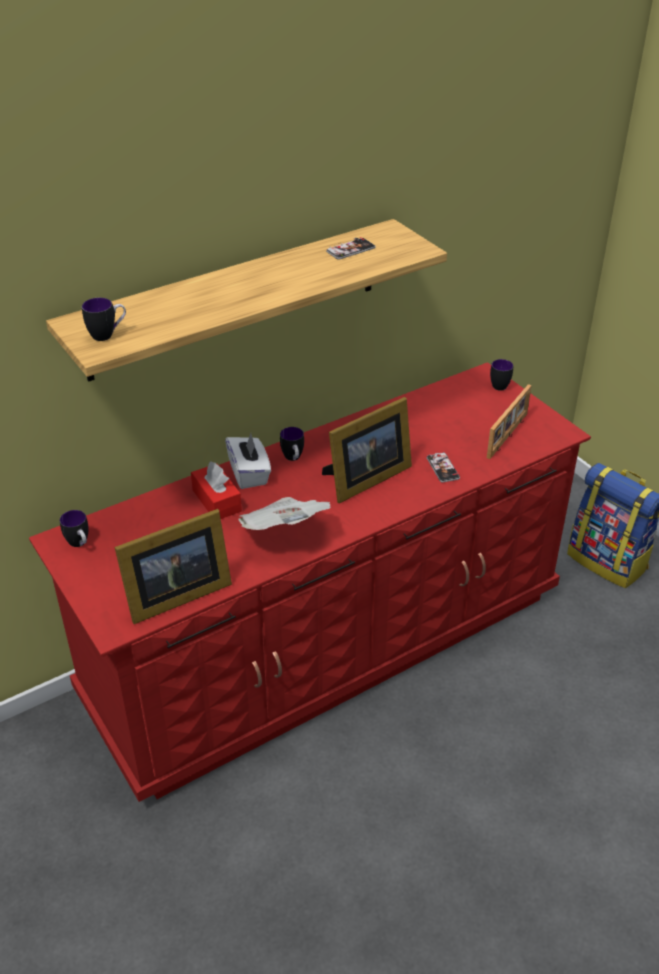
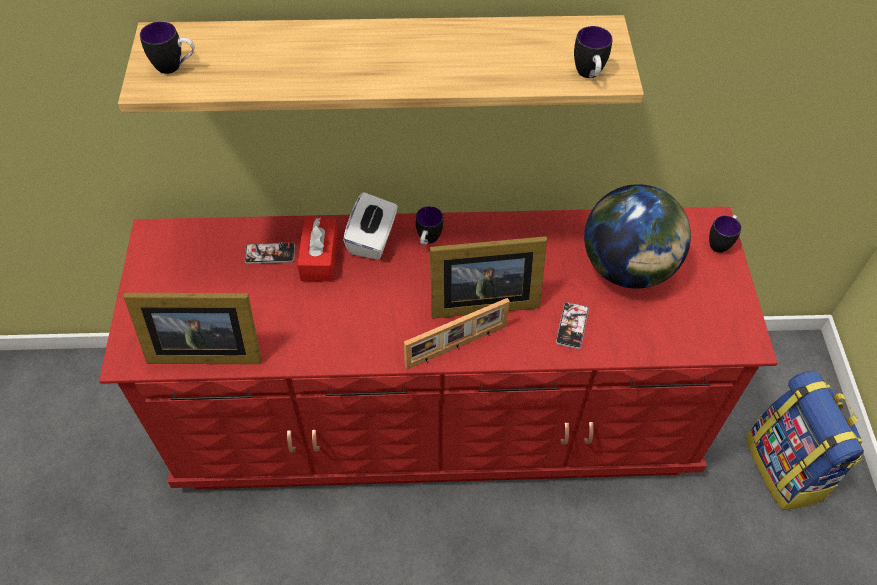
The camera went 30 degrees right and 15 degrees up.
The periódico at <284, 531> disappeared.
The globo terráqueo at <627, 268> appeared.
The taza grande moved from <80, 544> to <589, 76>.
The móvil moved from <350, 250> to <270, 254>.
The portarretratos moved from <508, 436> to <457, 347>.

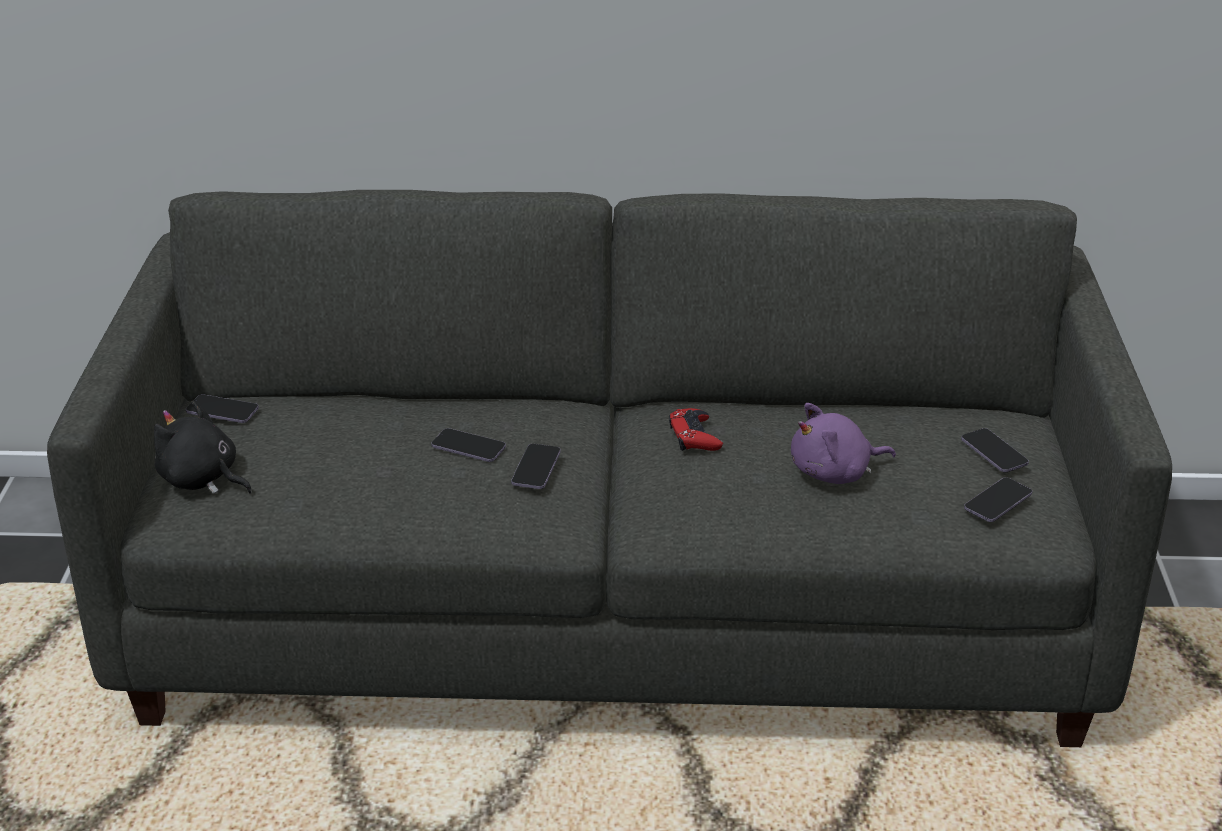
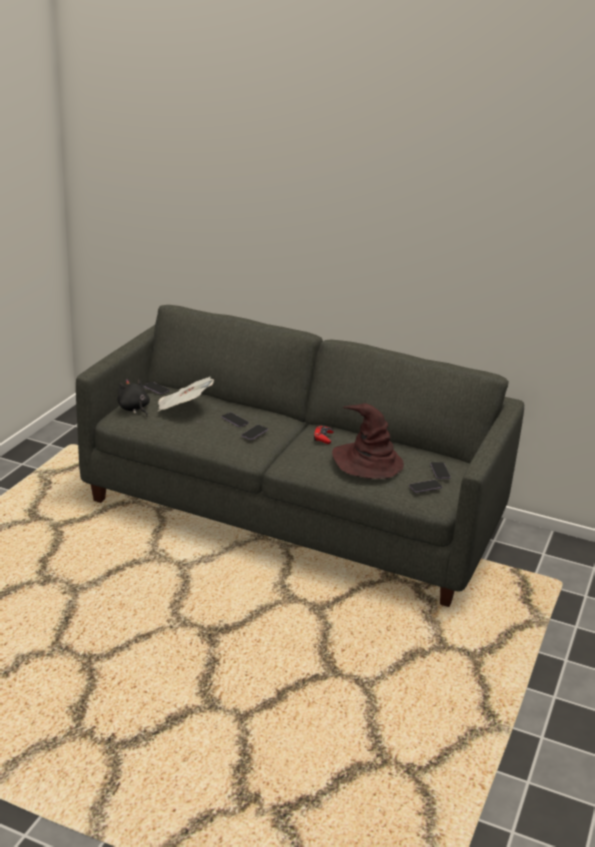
The camera went 20 degrees right and 5 degrees down.
The periódico at <183, 408> appeared.
The peluche [morado] at <835, 473> was replaced by the sombrero [marrón] at <367, 462>.

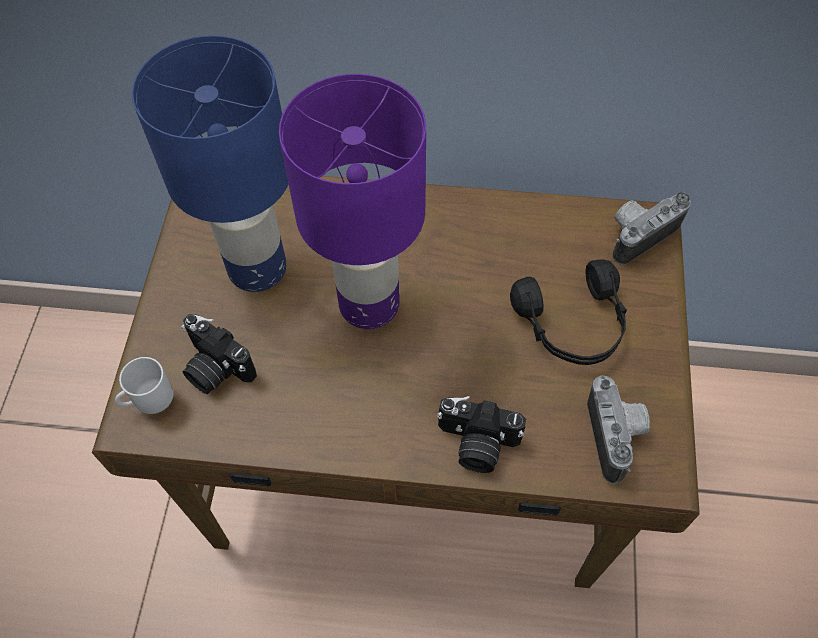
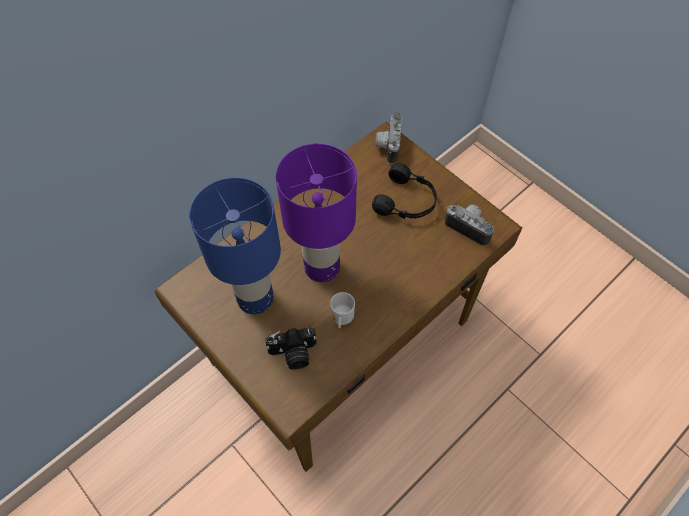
The camera went 50 degrees left and 0 degrees up.
The cámara at <476, 444> disappeared.
The taza grande moved from <152, 400> to <341, 318>.

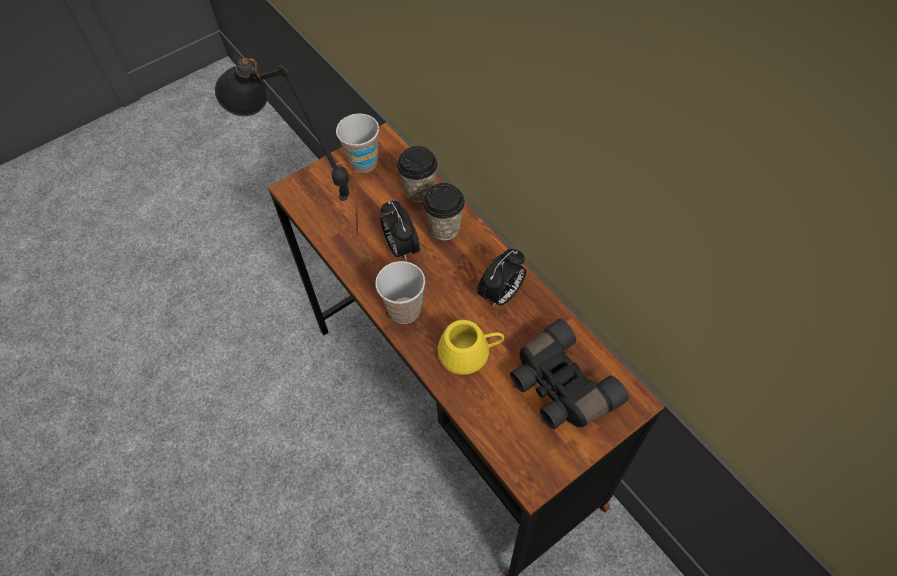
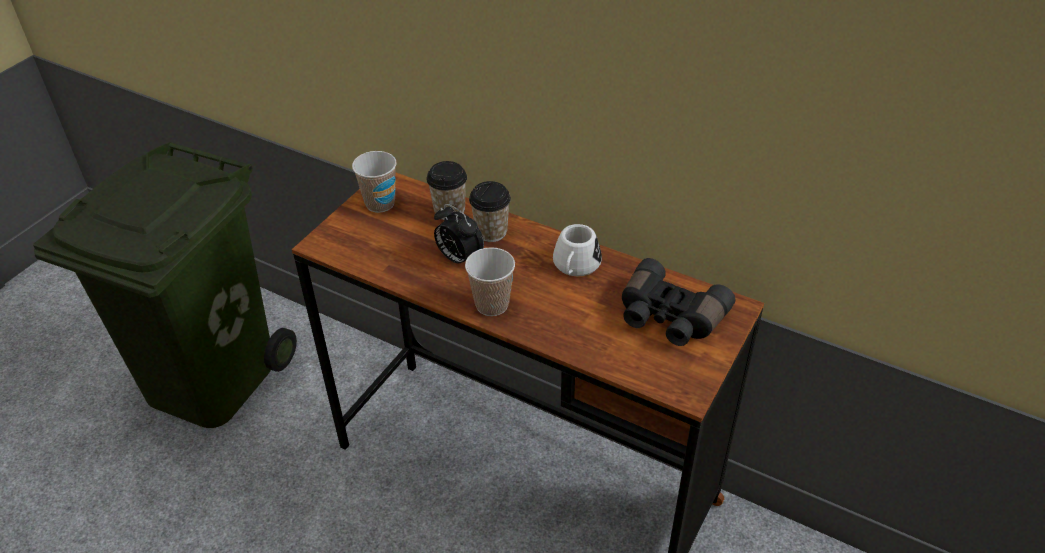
The camera went 25 degrees left and 15 degrees down.
The lámpara de mesa [negro] at <312, 223> disappeared.
The taza grande [amarillo] at <470, 352> disappeared.
The papelera [verde] at <209, 378> appeared.
The despertador at <501, 295> was replaced by the taza grande [blanco] at <575, 266>.

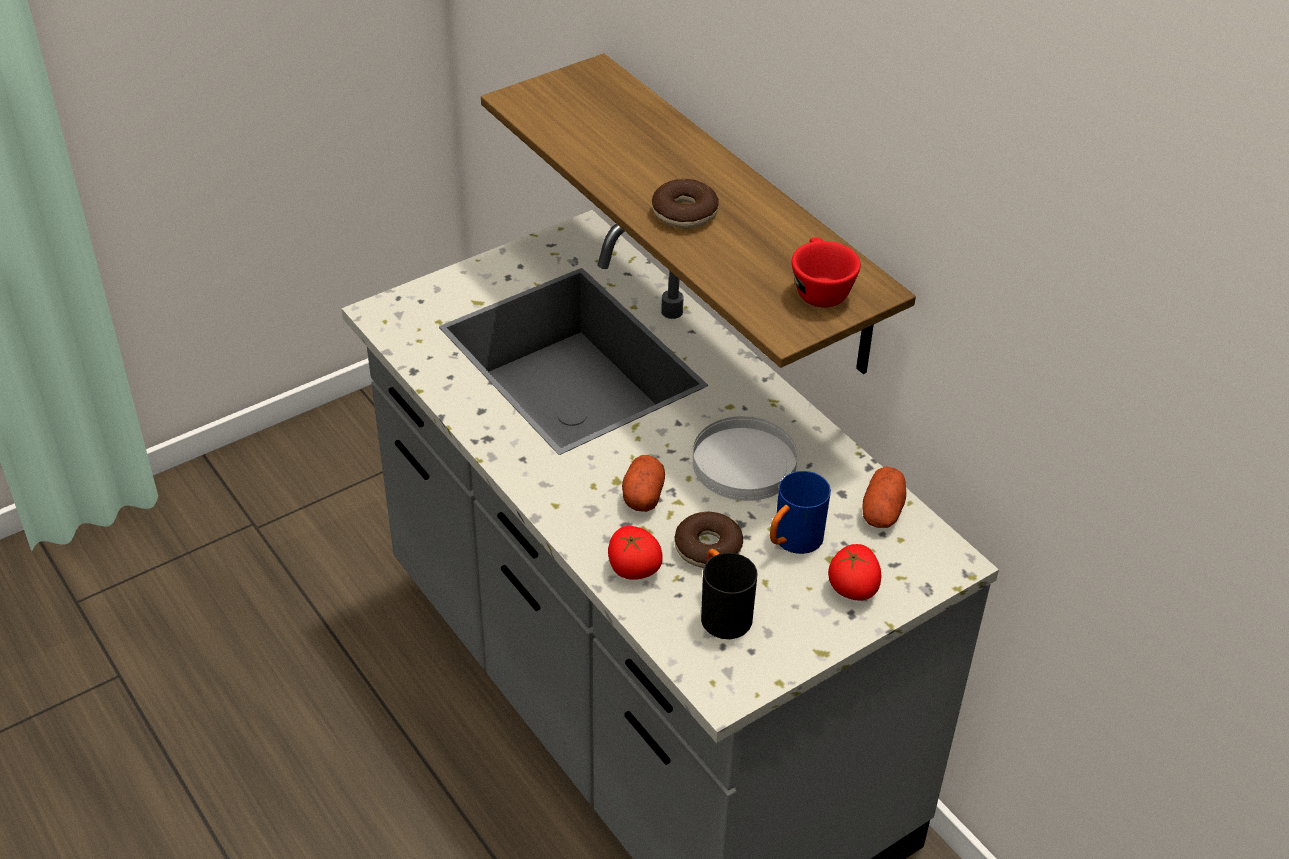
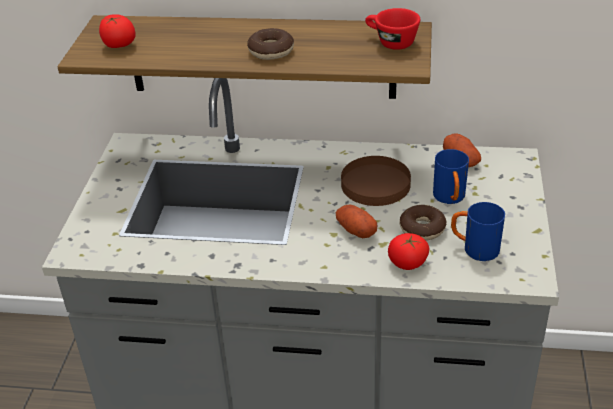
The camera went 45 degrees left and 5 degrees down.
The tomate moved from <852, 588> to <119, 45>.
The plato [blanco] at <744, 464> became the plato [marrón] at <376, 184>.
The taza grande [negro] at <721, 612> became the taza grande [azul] at <474, 249>.

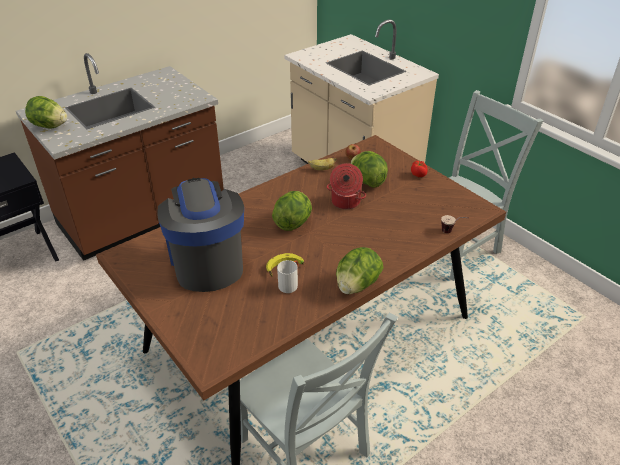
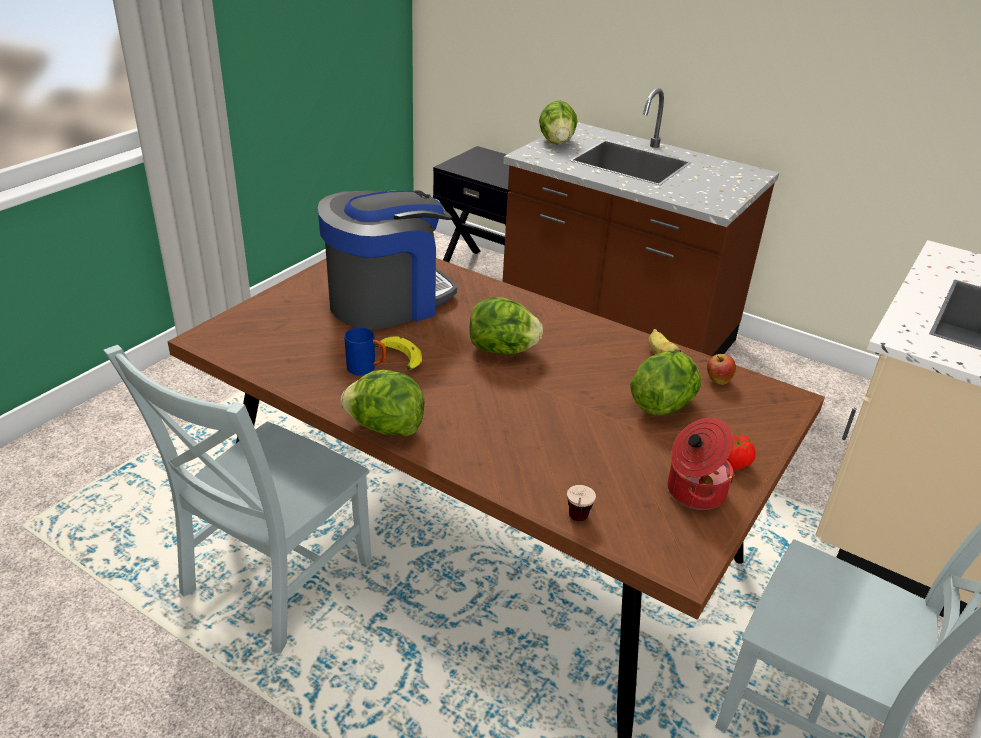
The camera went 70 degrees right and 5 degrees down.
The olla moved from <345, 202> to <694, 491>.
The taza grande [blanco] at <290, 284> became the taza grande [azul] at <366, 369>.

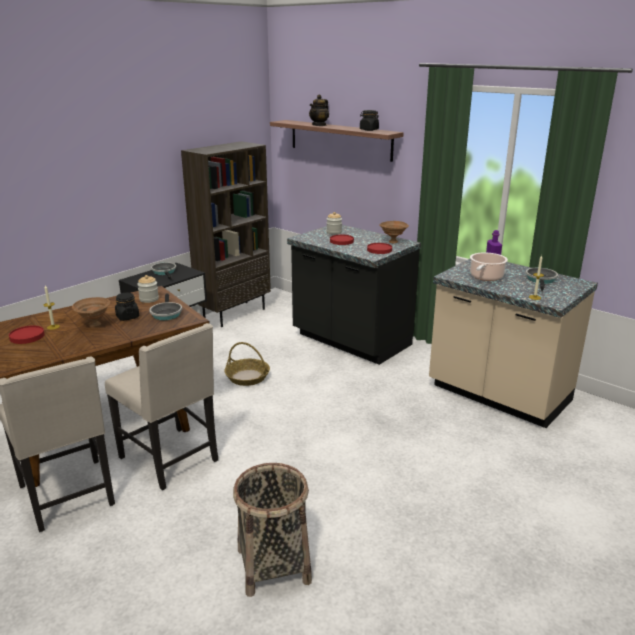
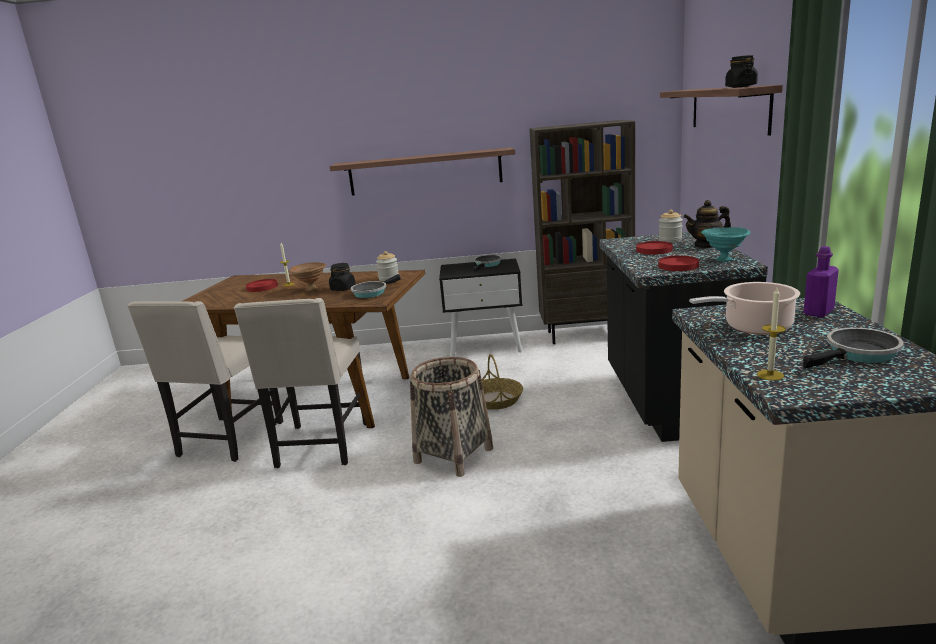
The camera went 50 degrees right and 5 degrees down.
The estante at <425, 172> appeared.
The cesta moved from <273, 565> to <453, 455>.
The tetera moved from <319, 125> to <706, 245>.
The cuenco [marrón] at <392, 242> became the cuenco [turquesa] at <723, 259>.

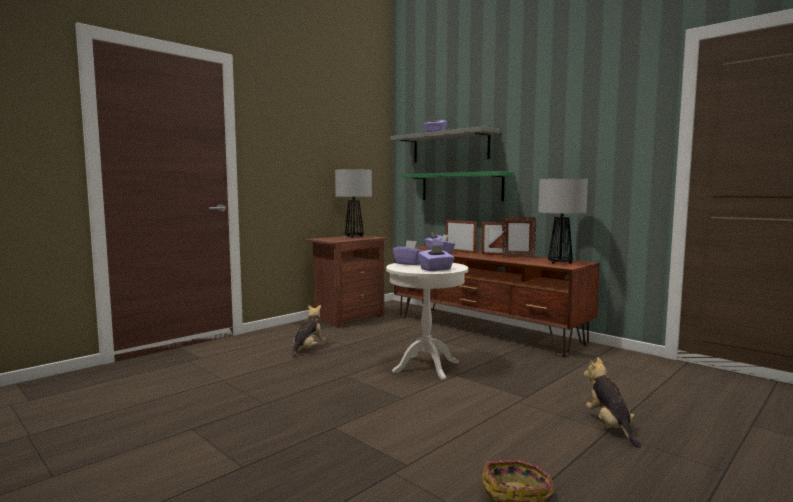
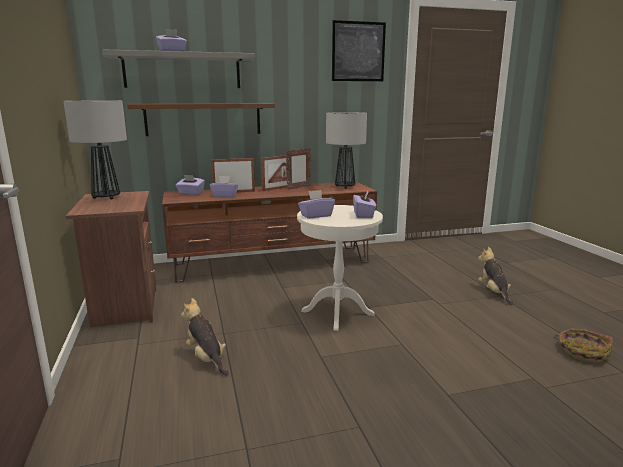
The camera went 60 degrees left and 10 degrees up.
The cuadro at <358, 51> appeared.
The estante [verde] at <461, 186> became the estante [marrón] at <203, 119>.
The peluche at <610, 426> turned 60 degrees clockwise.

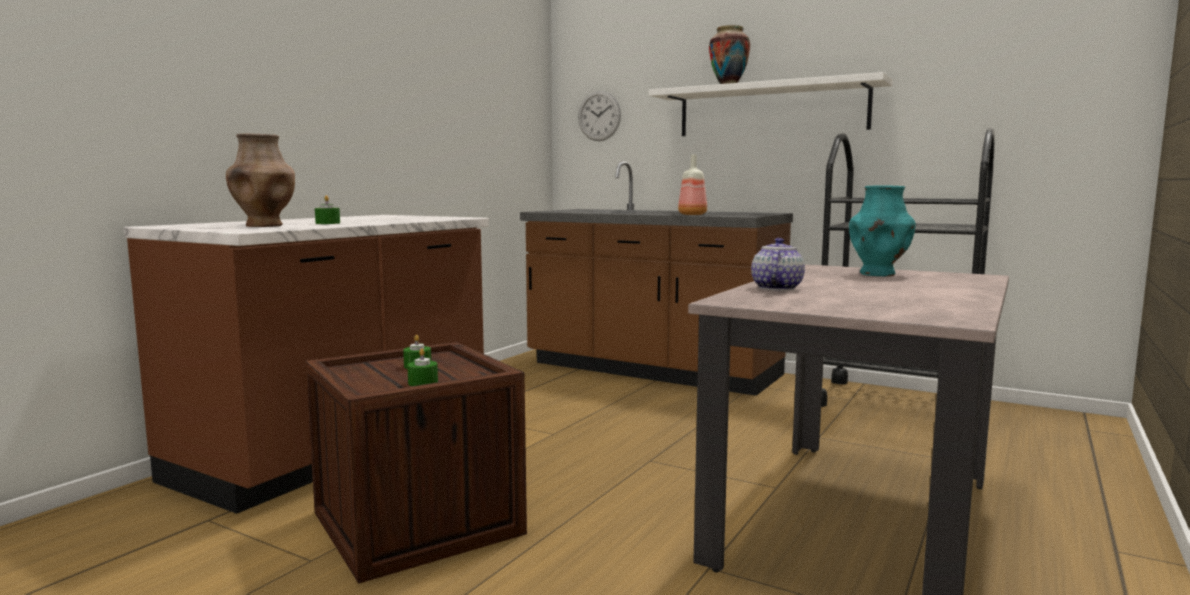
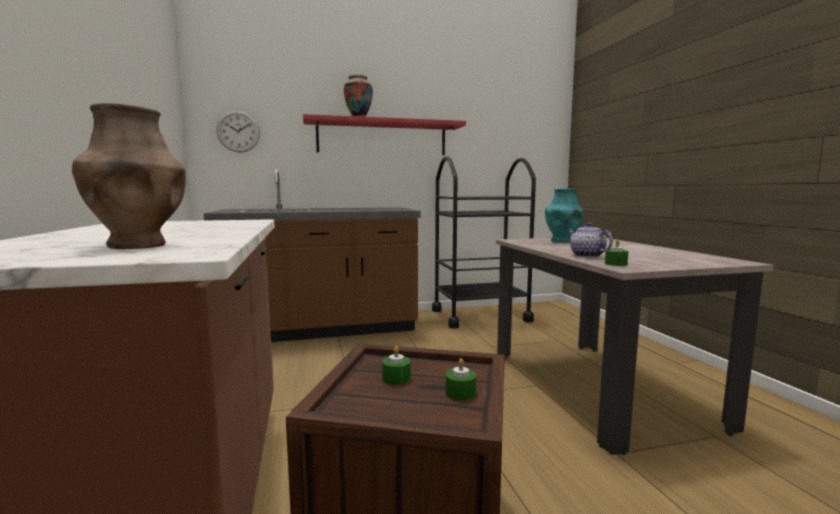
The camera went 45 degrees left and 0 degrees up.
The botella at <693, 214> disappeared.
The vela [verde] moved from <328, 223> to <615, 264>.
The estante [blanco] at <771, 110> became the estante [rojo] at <382, 138>.

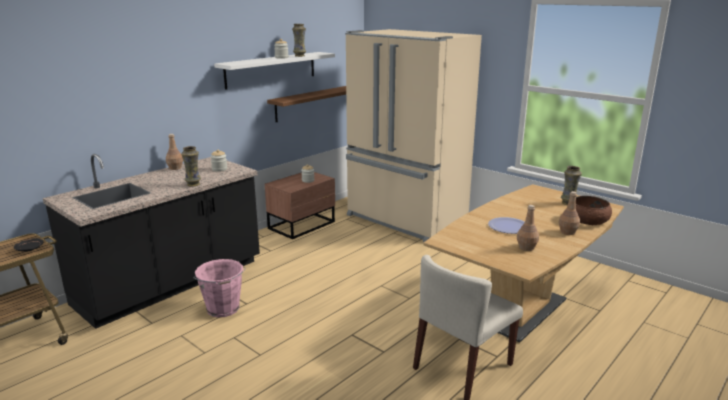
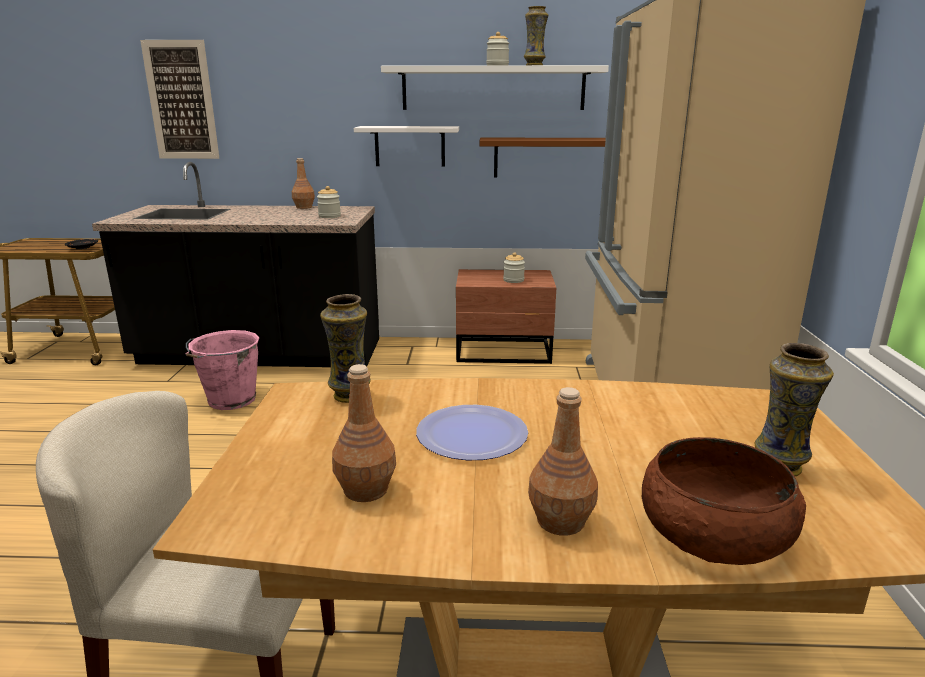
The camera went 50 degrees right and 0 degrees up.
The cuadro at <181, 101> appeared.
The estante [blanco] at <410, 146> appeared.
The florero moved from <193, 184> to <349, 396>.

